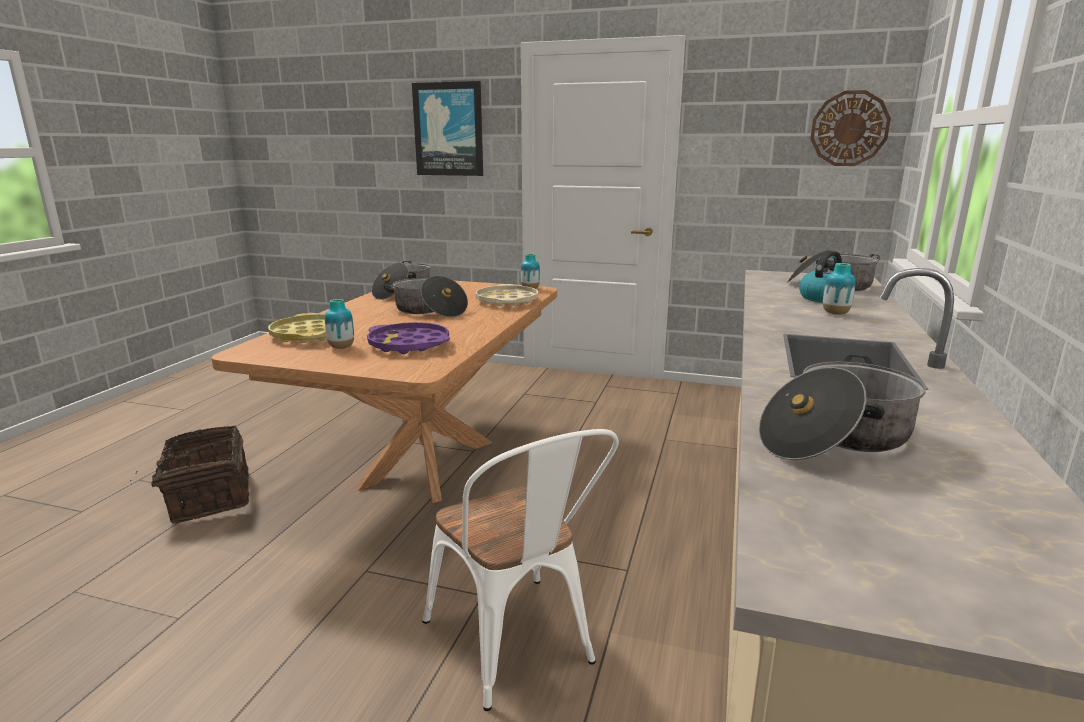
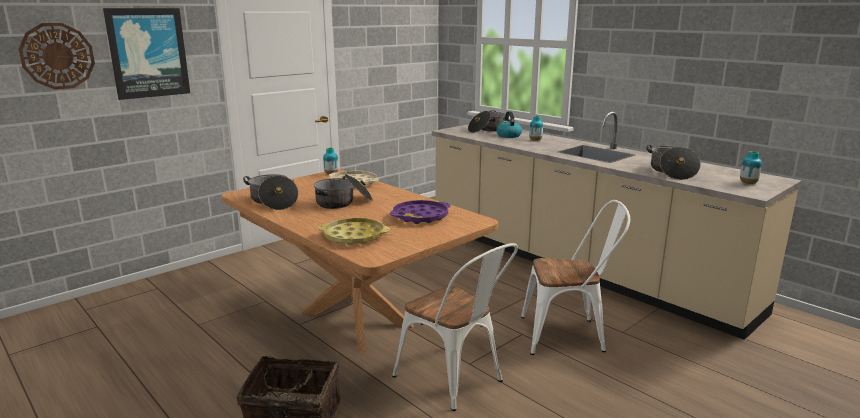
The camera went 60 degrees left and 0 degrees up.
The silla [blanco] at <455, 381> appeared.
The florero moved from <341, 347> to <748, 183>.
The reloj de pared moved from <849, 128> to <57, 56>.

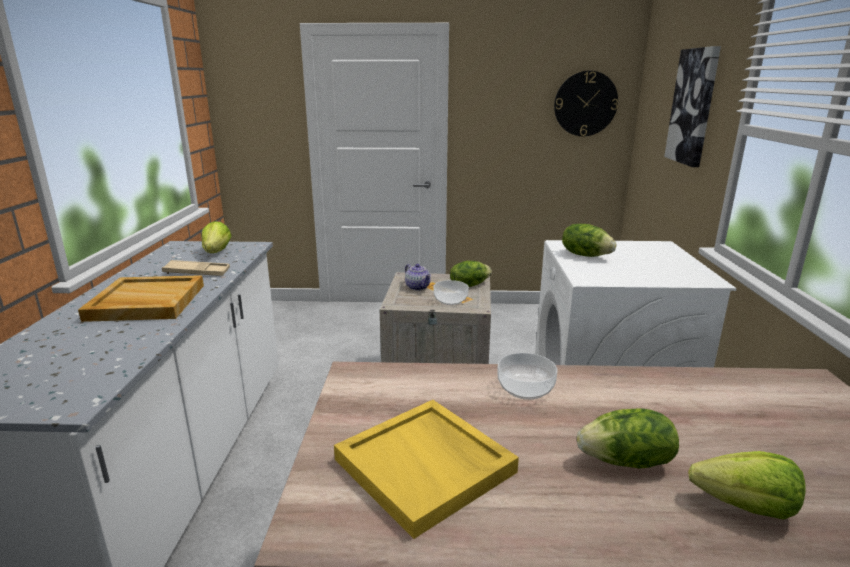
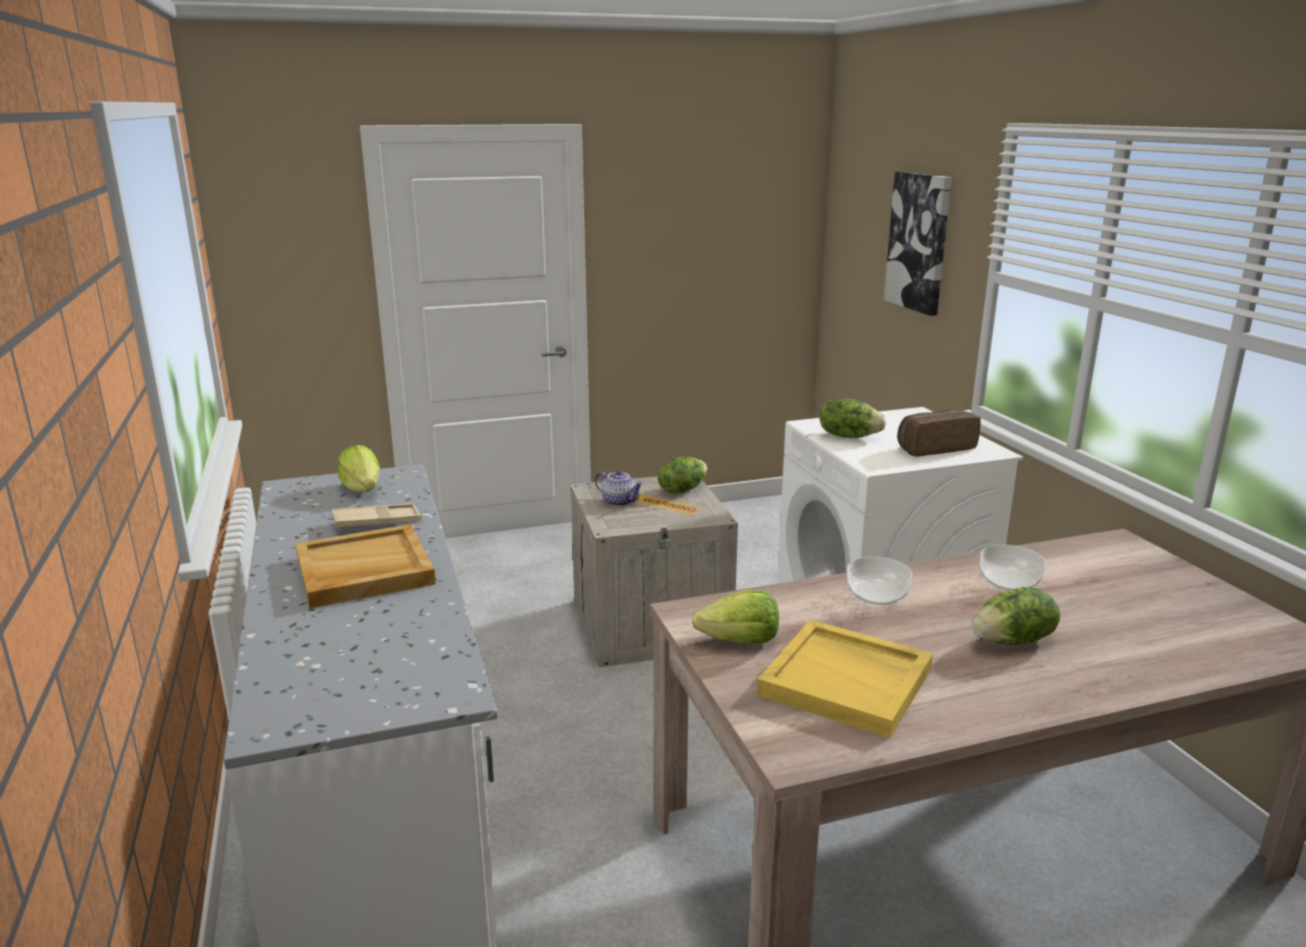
The camera went 20 degrees left and 0 degrees up.
The reloj de pared at <585, 104> disappeared.
The pan at <934, 448> appeared.
The cuenco moved from <450, 300> to <1009, 581>.
The lechuga moved from <745, 507> to <740, 641>.

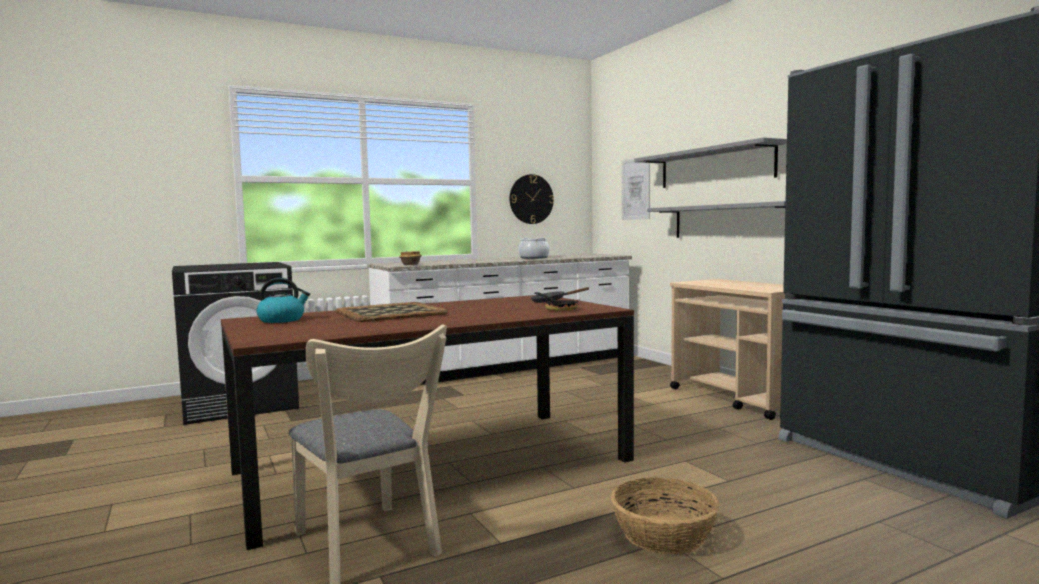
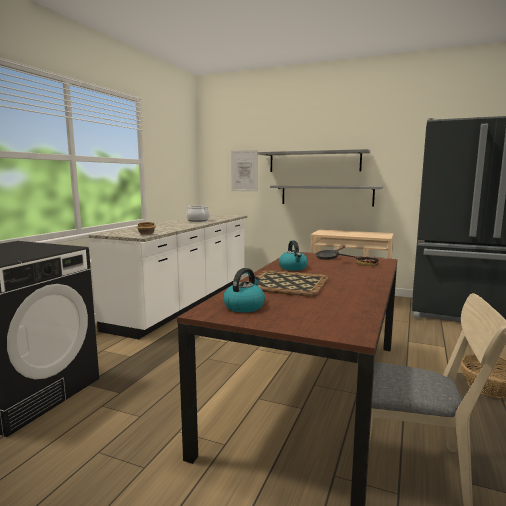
The camera went 40 degrees left and 5 degrees up.
The reloj de pared at <531, 199> disappeared.
The hervidor at <293, 268> appeared.

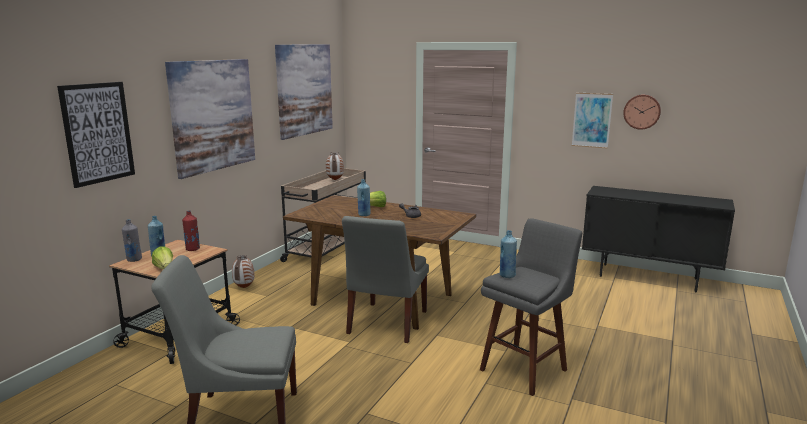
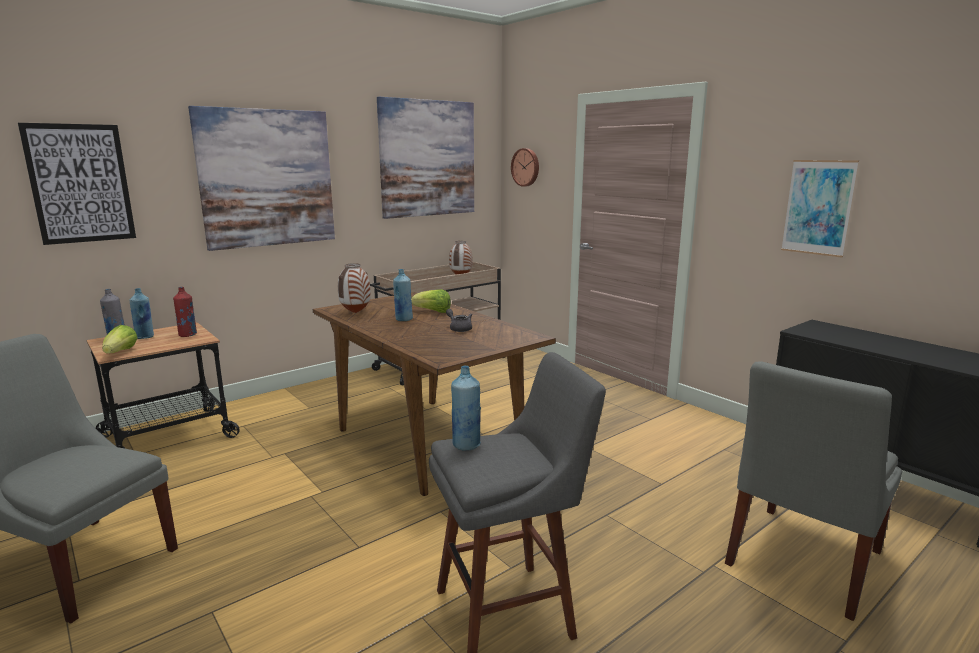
The camera went 25 degrees right and 0 degrees up.
The florero moved from <244, 287> to <355, 313>.
The silla [gris] moved from <386, 324> to <800, 561>.
The reloj de pared moved from <642, 111> to <526, 167>.

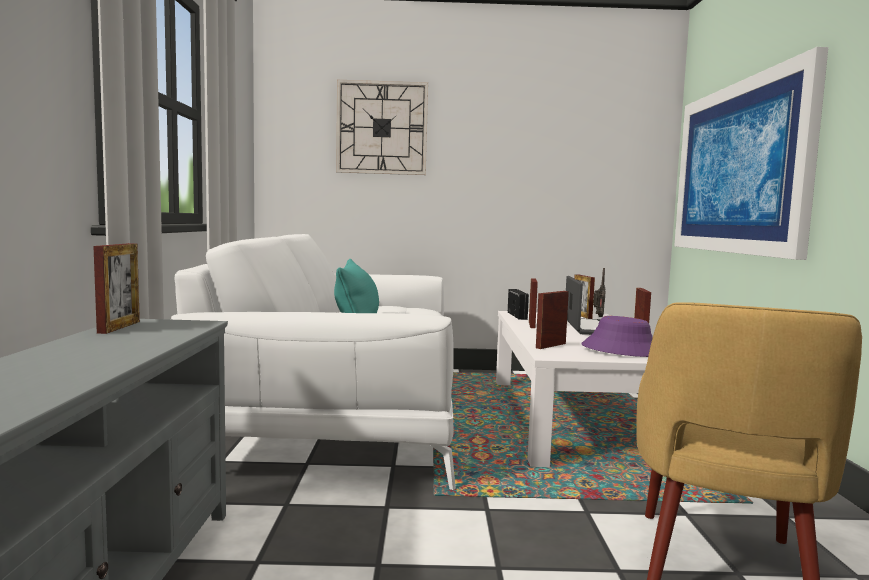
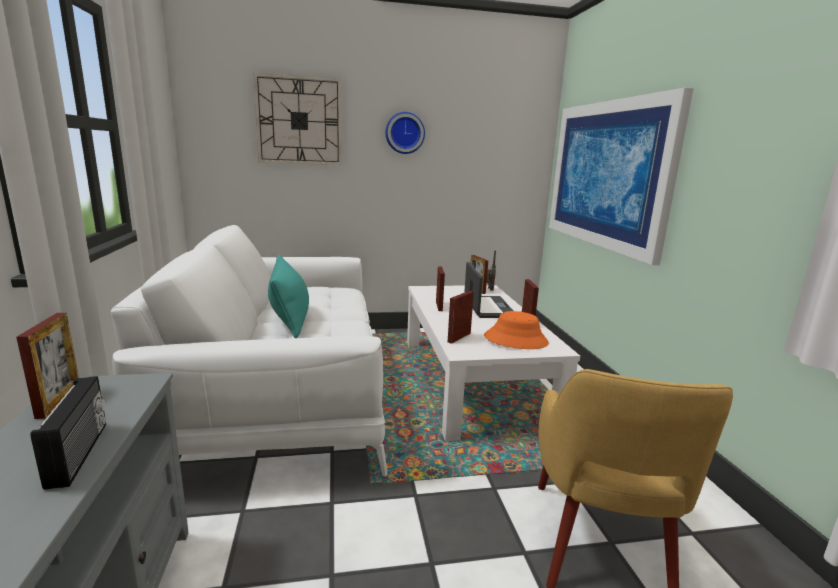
The camera went 10 degrees left and 10 degrees up.
The reloj de pared at <404, 133> appeared.
The radio moved from <518, 316> to <80, 453>.
The sombrero [morado] at <621, 350> became the sombrero [naranja] at <515, 340>.

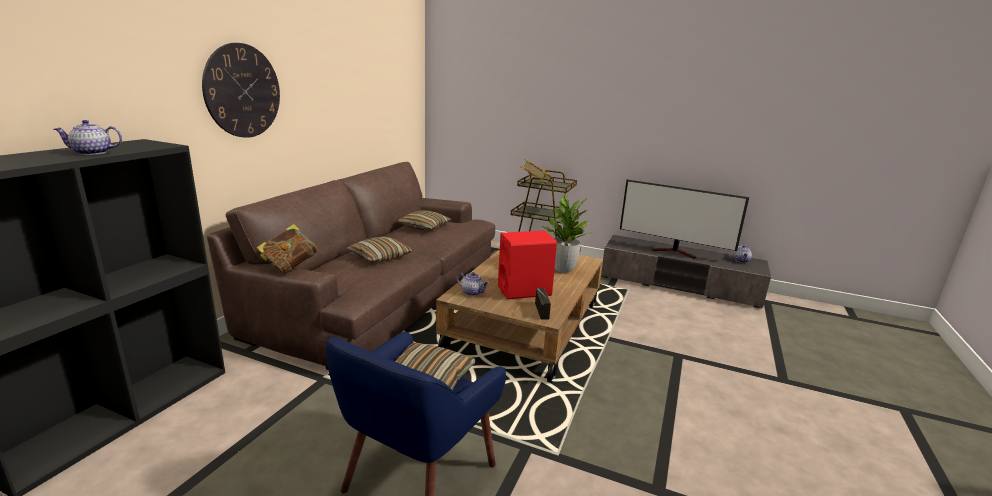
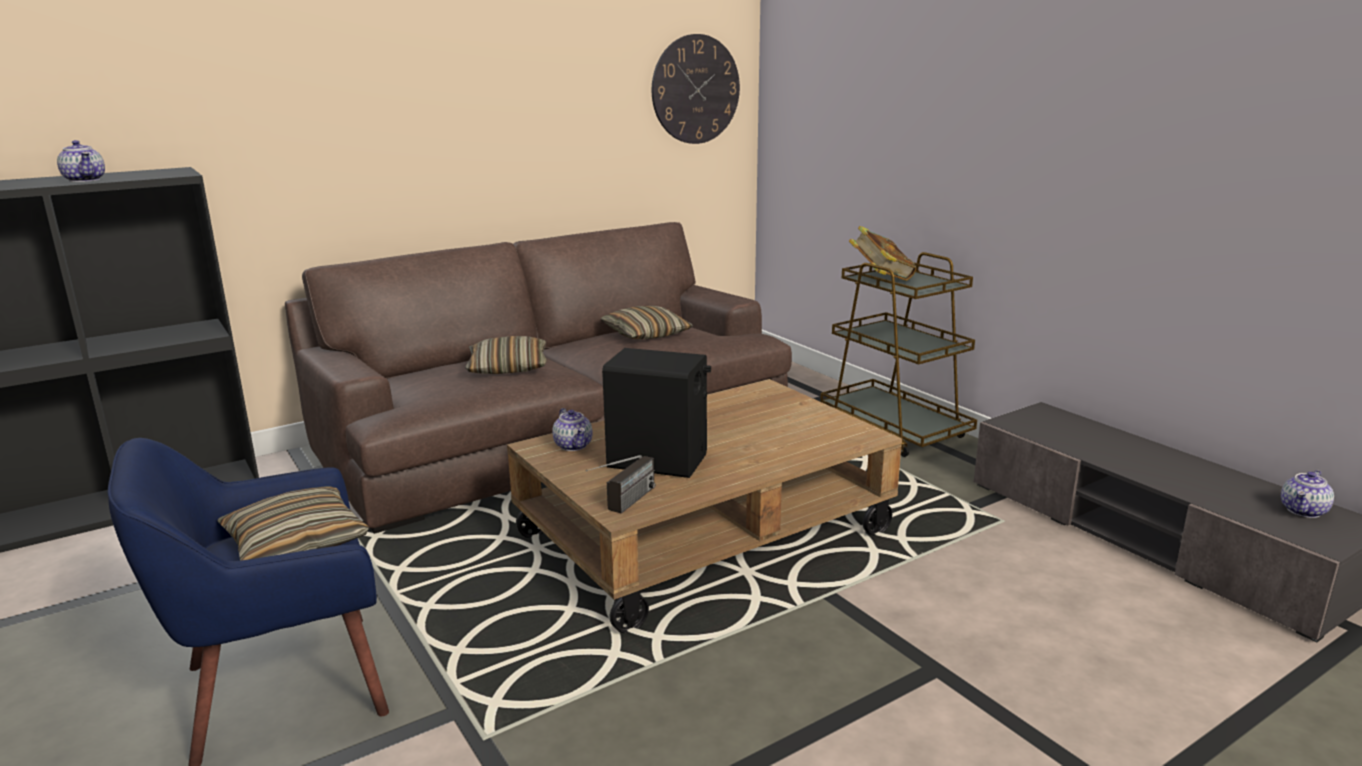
The camera went 35 degrees right and 0 degrees up.
The libro at <290, 267> disappeared.
The planta en maceta at <563, 269> disappeared.
The televisor at <675, 252> disappeared.
The reloj de pared moved from <242, 91> to <695, 89>.
The altavoz [rojo] at <524, 291> became the altavoz [negro] at <658, 461>.
The tetera at <92, 153> turned 150 degrees counterclockwise.

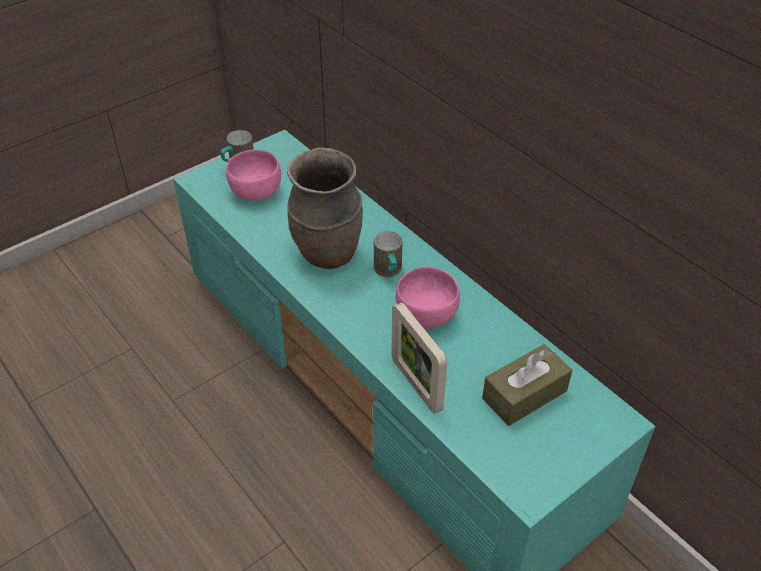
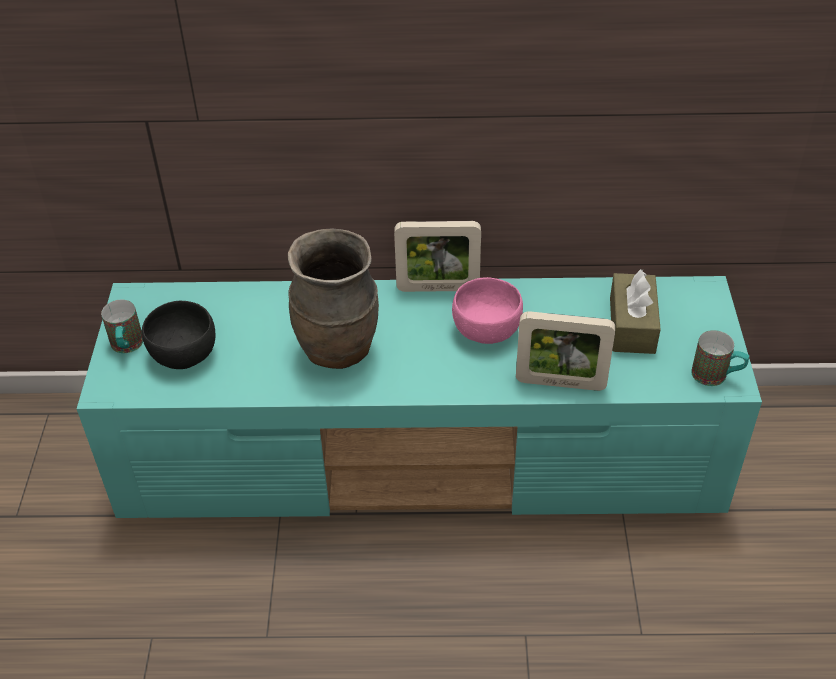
The camera went 50 degrees left and 0 degrees up.
The portarretratos at <438, 288> appeared.
The taza grande moved from <389, 272> to <716, 376>.
The cuenco [rosa] at <256, 192> became the cuenco [negro] at <185, 354>.

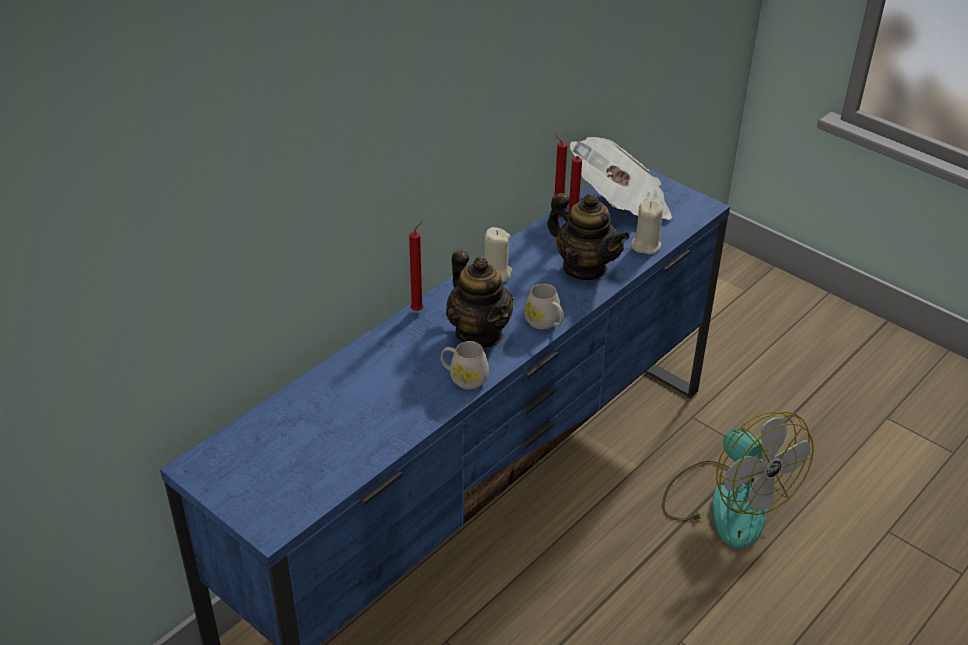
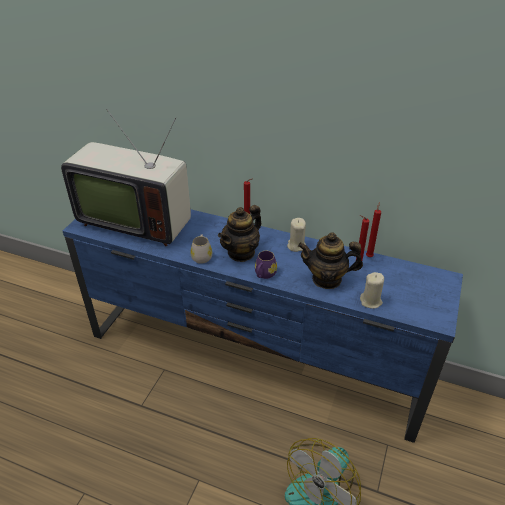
The camera went 70 degrees right and 0 degrees up.
The periódico at <621, 203> disappeared.
The televisor at <135, 220> appeared.
The taza grande [blanco] at <545, 323> became the taza grande [morado] at <264, 275>.
The tetera at <584, 268> turned 75 degrees clockwise.

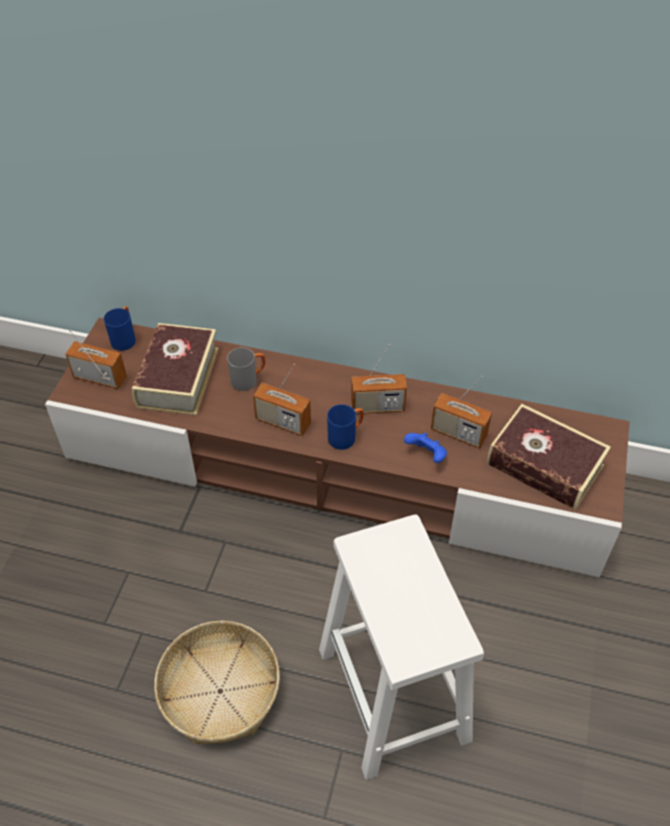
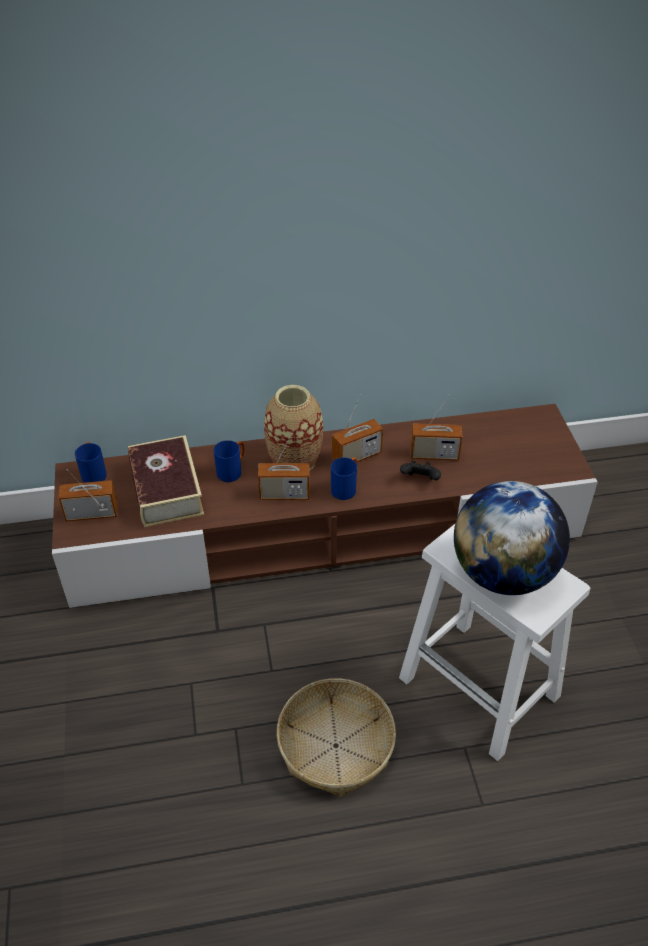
The camera went 25 degrees left and 5 degrees down.
The libro at <544, 465> disappeared.
The florero at <294, 460> appeared.
The globo terráqueo at <503, 573> appeared.
The taza grande [gris] at <249, 380> became the taza grande [azul] at <232, 471>.
The mando de consola [azul] at <426, 455> became the mando de consola [negro] at <420, 480>.

